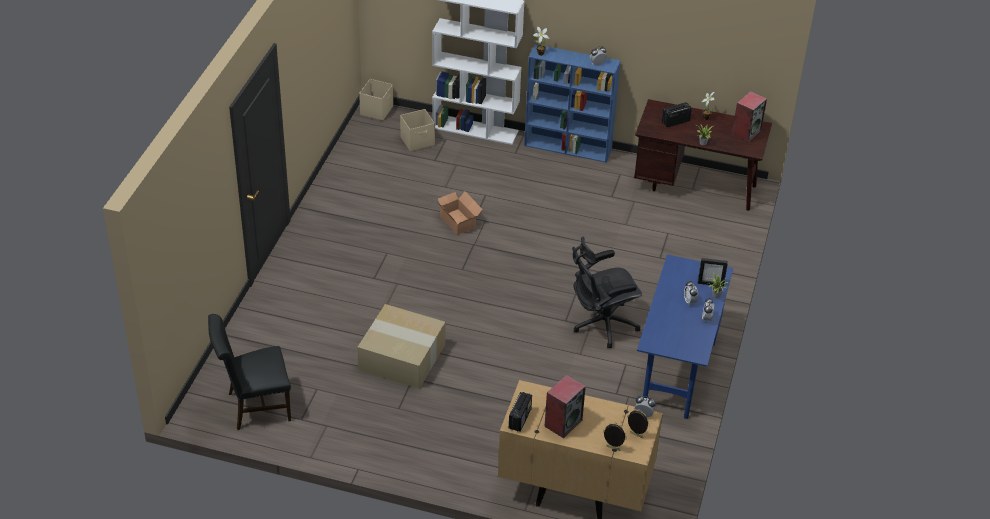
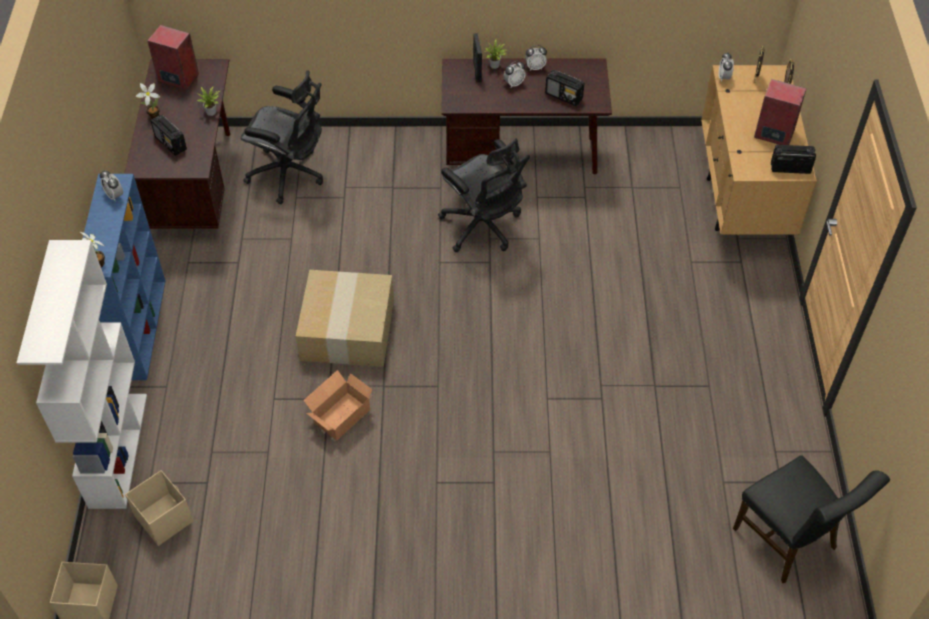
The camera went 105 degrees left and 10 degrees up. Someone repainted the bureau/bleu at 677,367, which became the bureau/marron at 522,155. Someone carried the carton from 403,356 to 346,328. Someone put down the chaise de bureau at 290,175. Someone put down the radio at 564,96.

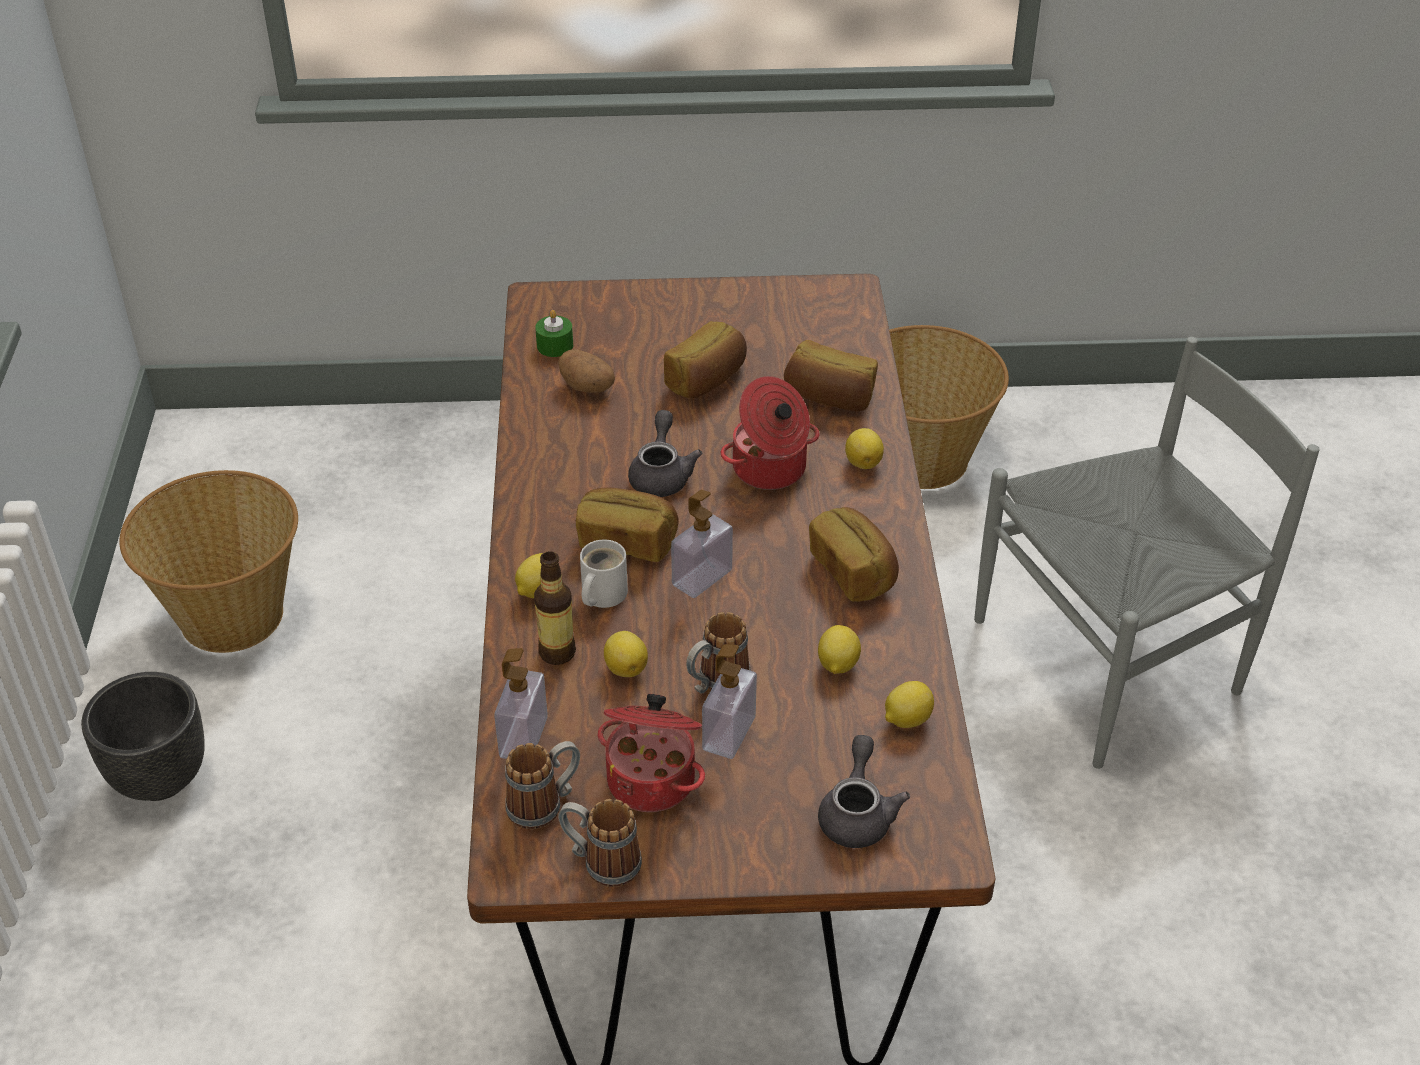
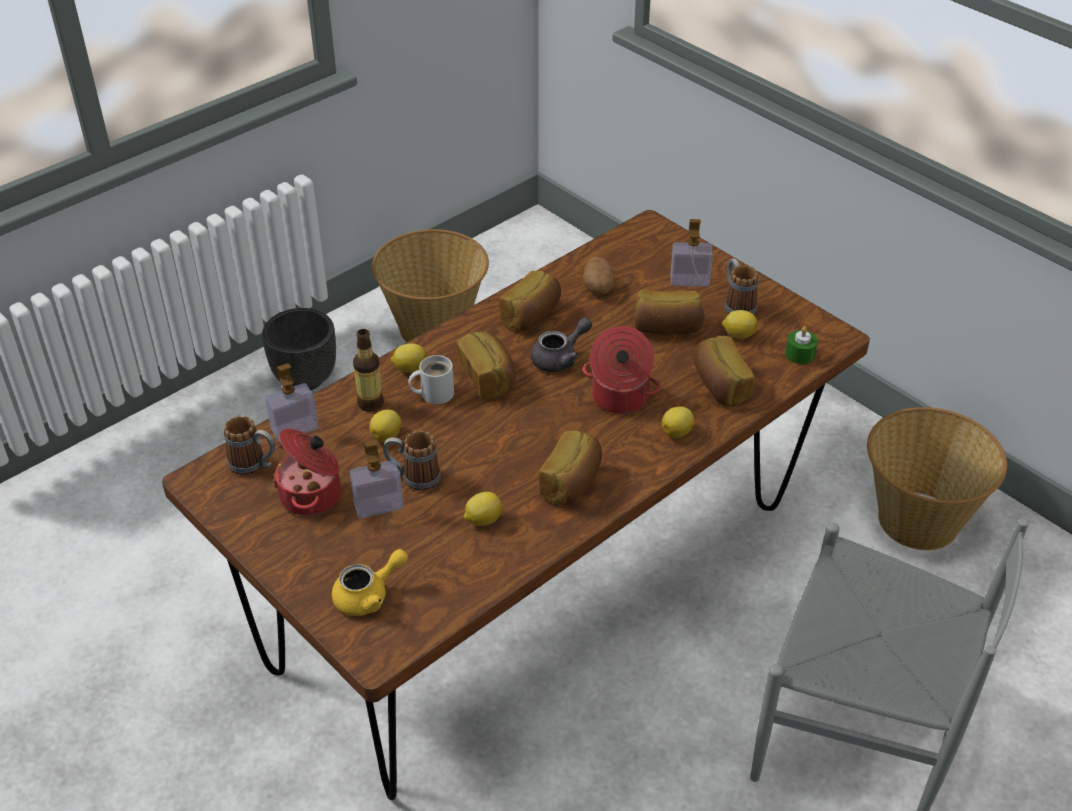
The camera went 50 degrees right and 0 degrees up. Someone carried the bougie/vert from 555,346 to 800,354. Someone carried the distributeur de savon from 702,577 to 689,280. Someone carried the citron from 906,719 to 738,334. Someone repainted the théière/gris at 857,813, which became the théière/jaune at 369,596. Someone carried the mug from 601,862 to 736,305. Someone put down the pain at 532,315.

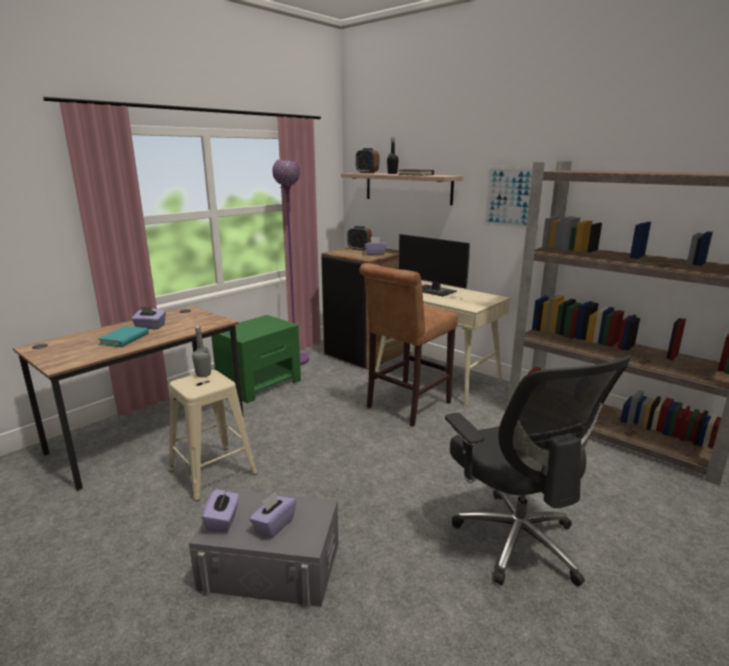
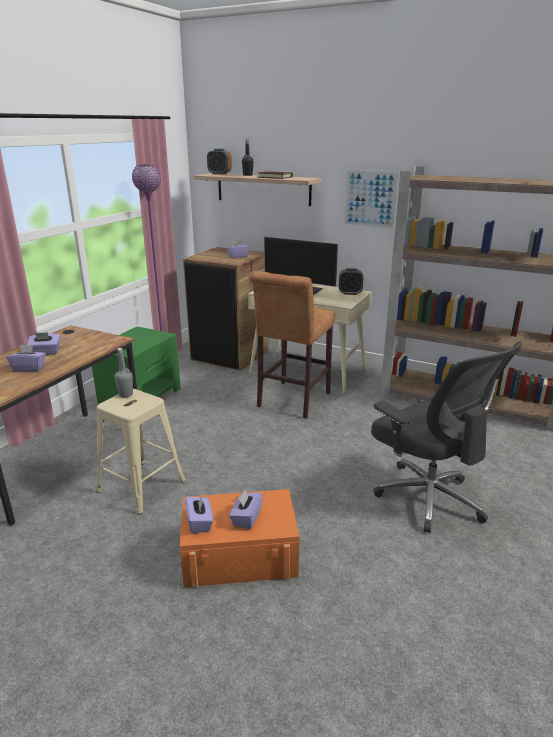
The camera went 15 degrees left and 5 degrees up. Someone carried the réveil from 359,249 to 350,293. Someone swapped the livre/turquoise at 124,339 for the boîte à mouchoirs/violet at 29,368. Someone repainted the boîte de rangement/gris at 271,566, which became the boîte de rangement/orange at 240,555.

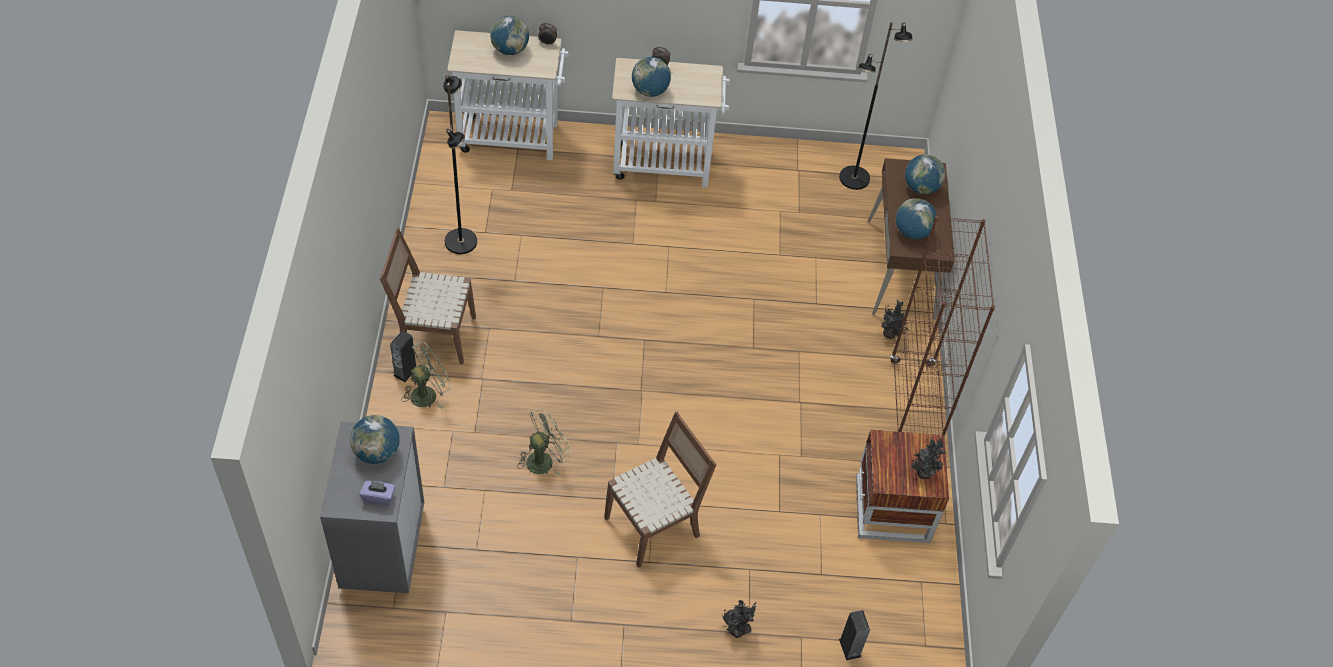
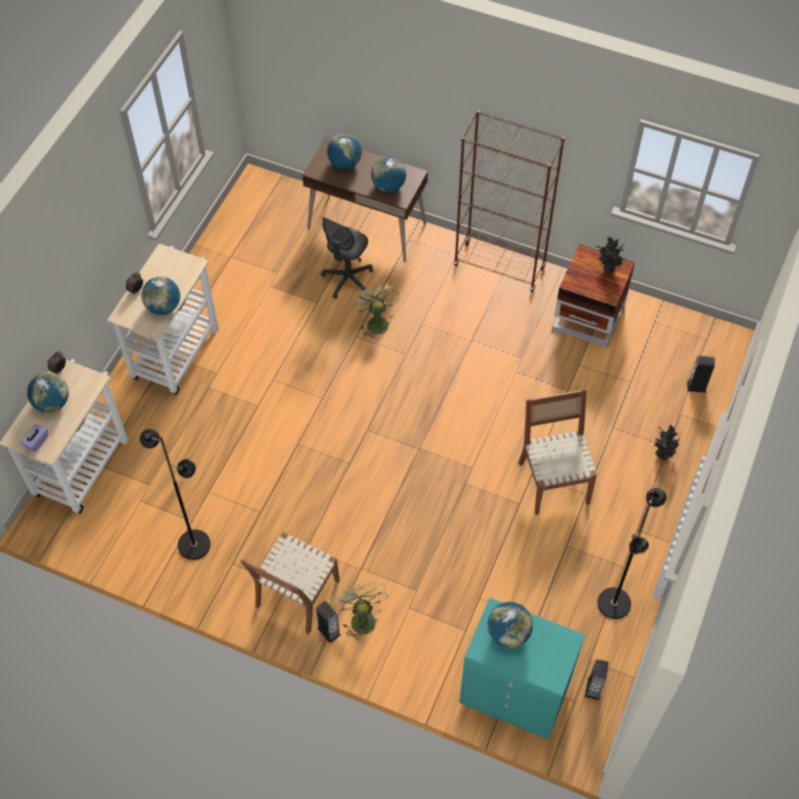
The camera went 65 degrees left and 5 degrees up. Someone carried the lampadaire/noir from 854,179 to 614,603. Someone took away the plante en pot at 890,334. Someone carried the ventilateur/vert from 544,459 to 375,322. Someone repainted the meuble de rangement/gris at 383,548, which became the meuble de rangement/turquoise at 512,696. Someone carried the boîte à mouchoirs/violet from 379,497 to 36,442. Someone put down the chaise de bureau/gris at 348,280. Someone put down the enceinte at 593,688.

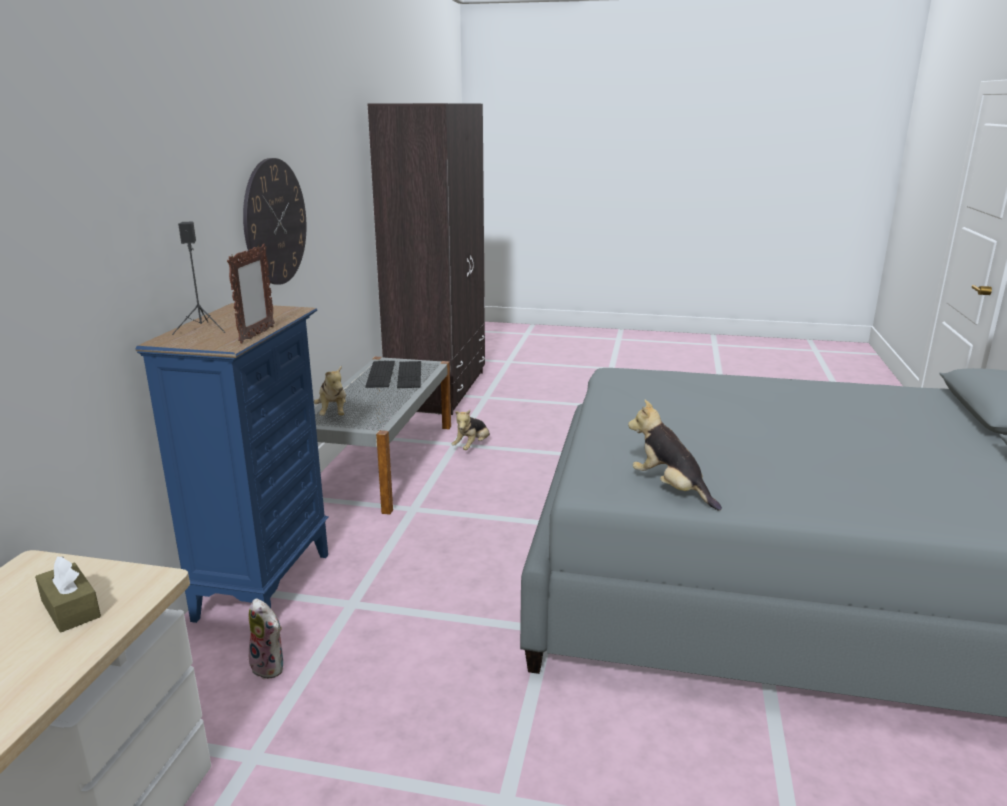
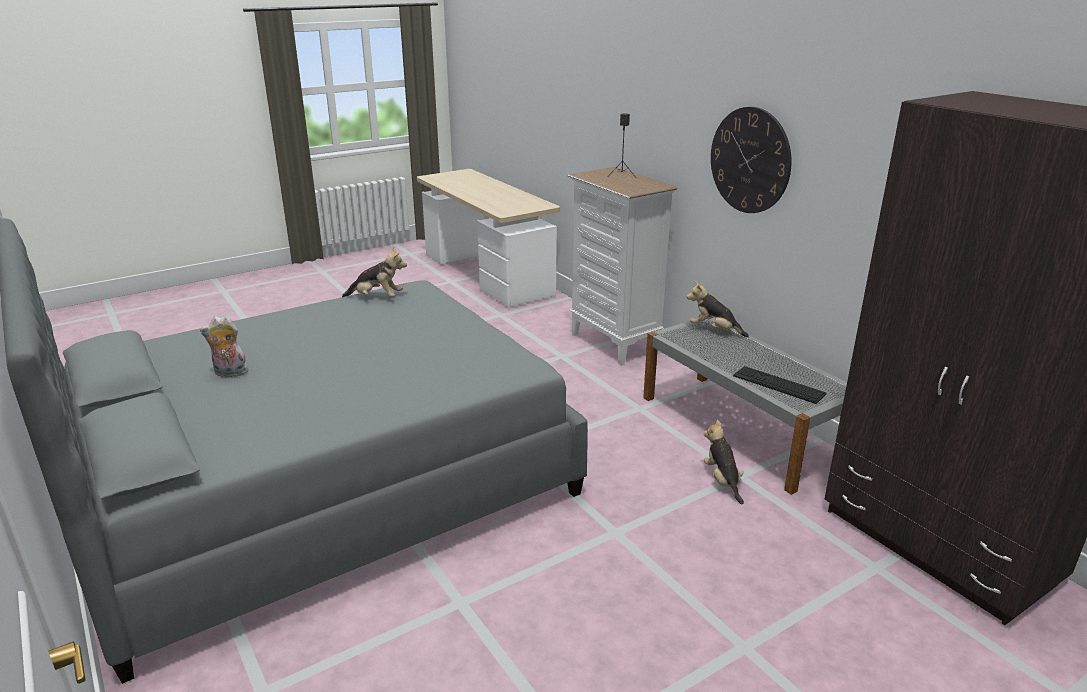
The camera went 135 degrees right and 5 degrees up. Someone took away the cadre photo at 256,335. Someone repainted the commode/bleu at 268,584, which became the commode/blanc at 614,344. Someone took away the clavier at 380,374. Someone took away the boîte à mouchoirs/marron at 70,609. Someone carried the peluche from 271,666 to 229,373.

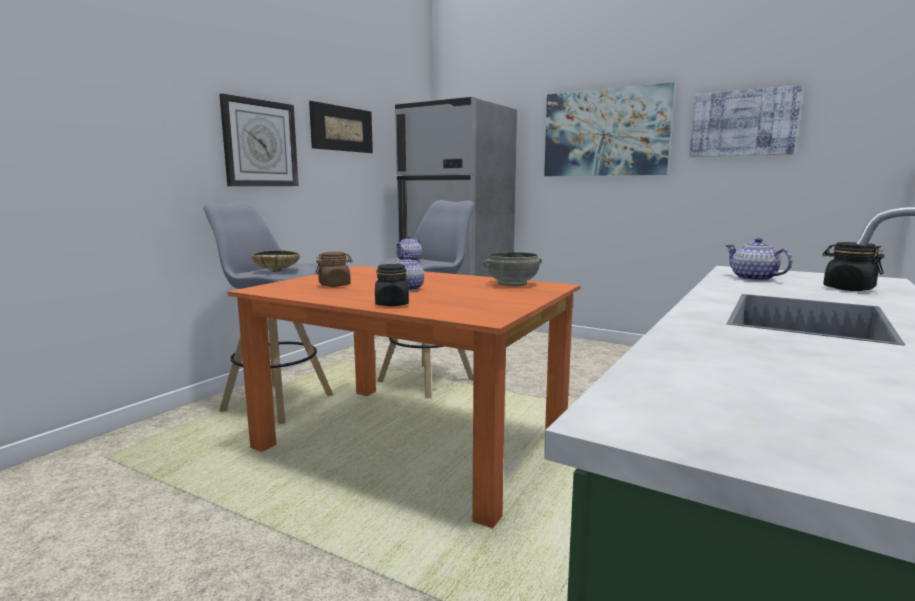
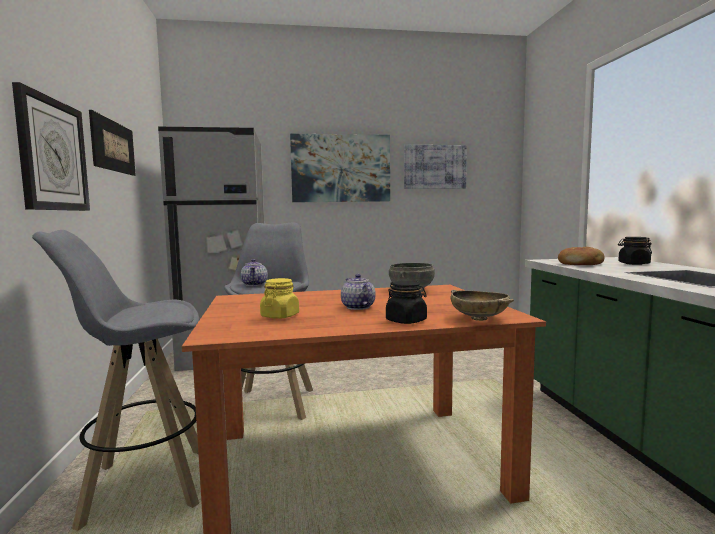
The camera went 40 degrees left and 5 degrees down. Someone swapped the théière at 754,279 for the pain at 581,264. Someone carried the bol/beige from 277,271 to 479,318. Someone repainted the bocal/marron at 335,285, which became the bocal/jaune at 280,316.

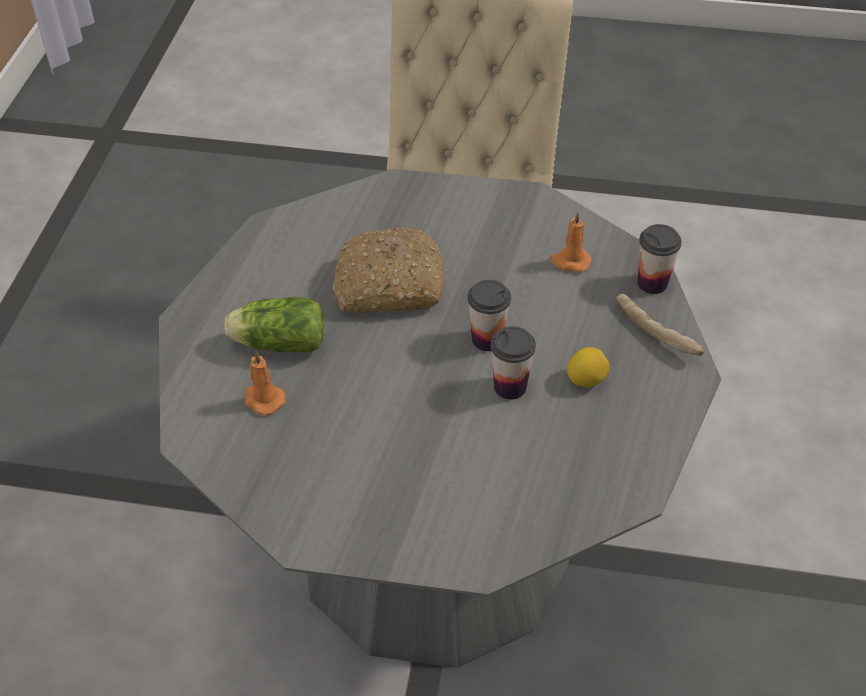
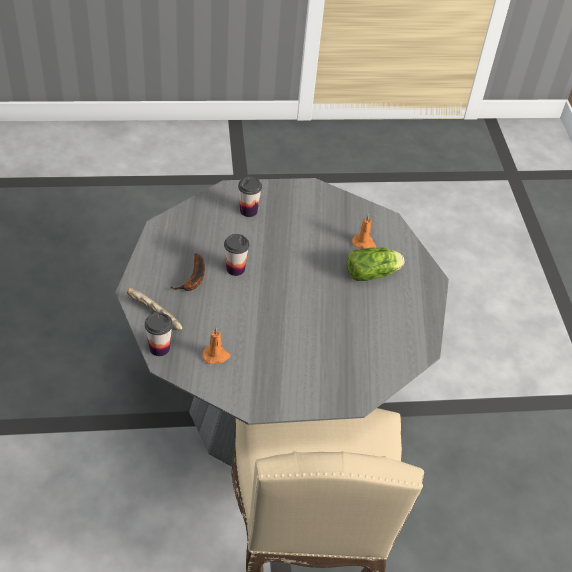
The camera went 160 degrees right and 0 degrees up. Someone took away the pain at 388,285. Someone carried the tasse from 487,339 to 248,211. Someone swapped the citron at 586,380 for the banane at 193,279.

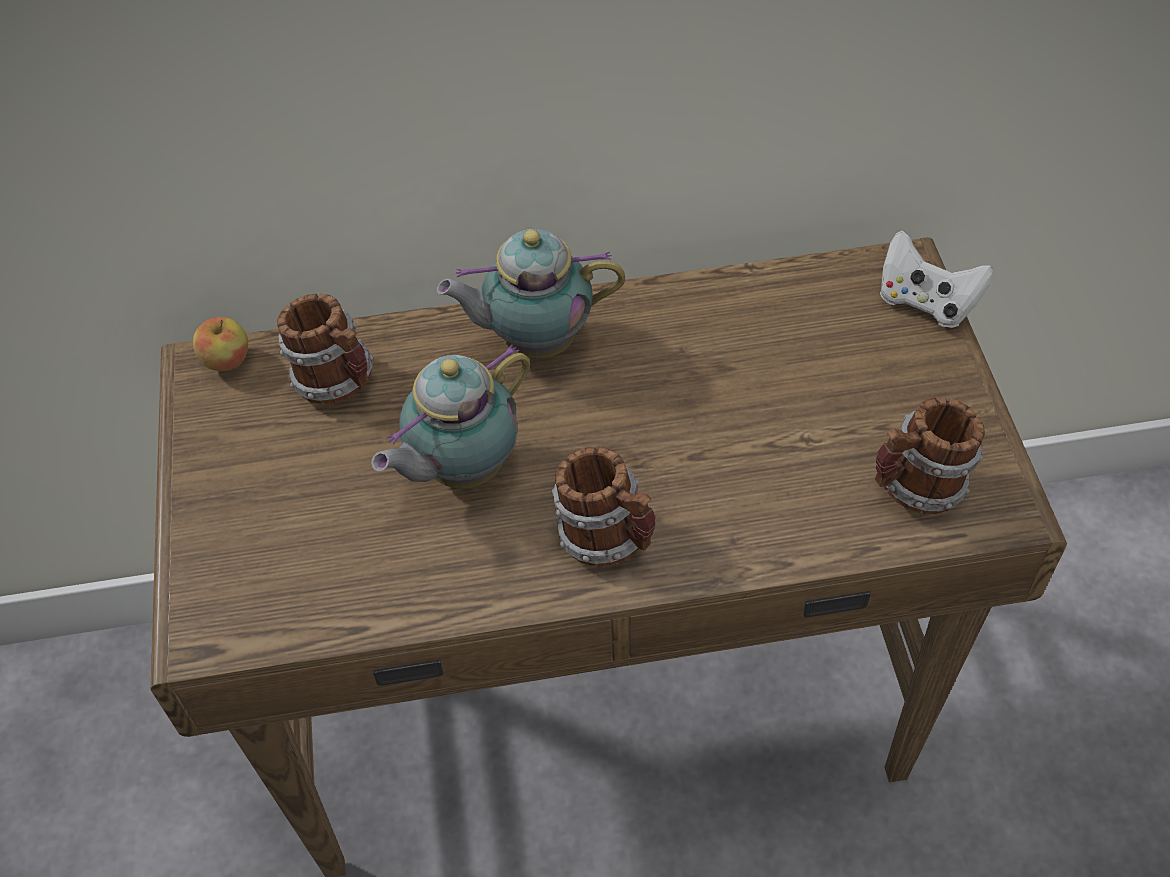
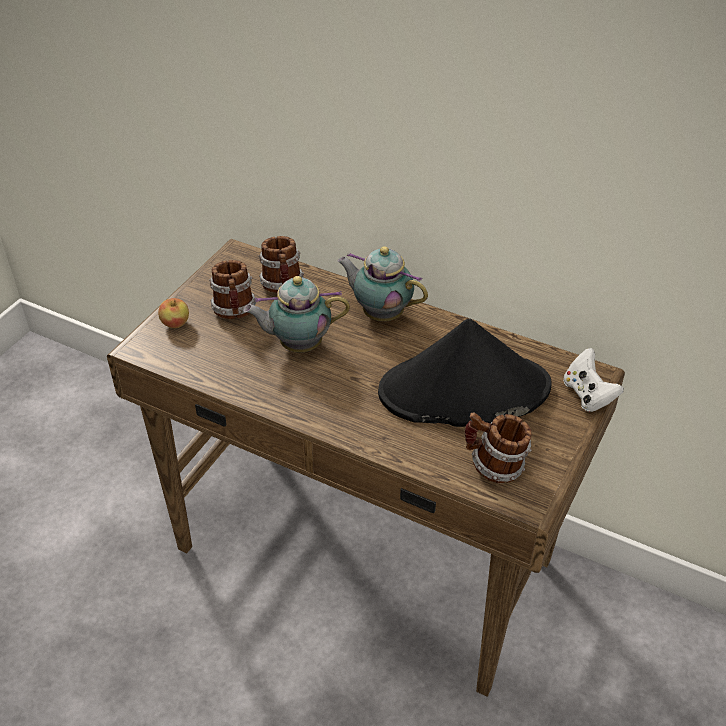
The camera went 35 degrees right and 10 degrees down. Someone carried the pomme from 227,360 to 175,323. Someone carried the mug from 608,538 to 235,312. Someone put down the chapeau/noir at 463,391.

